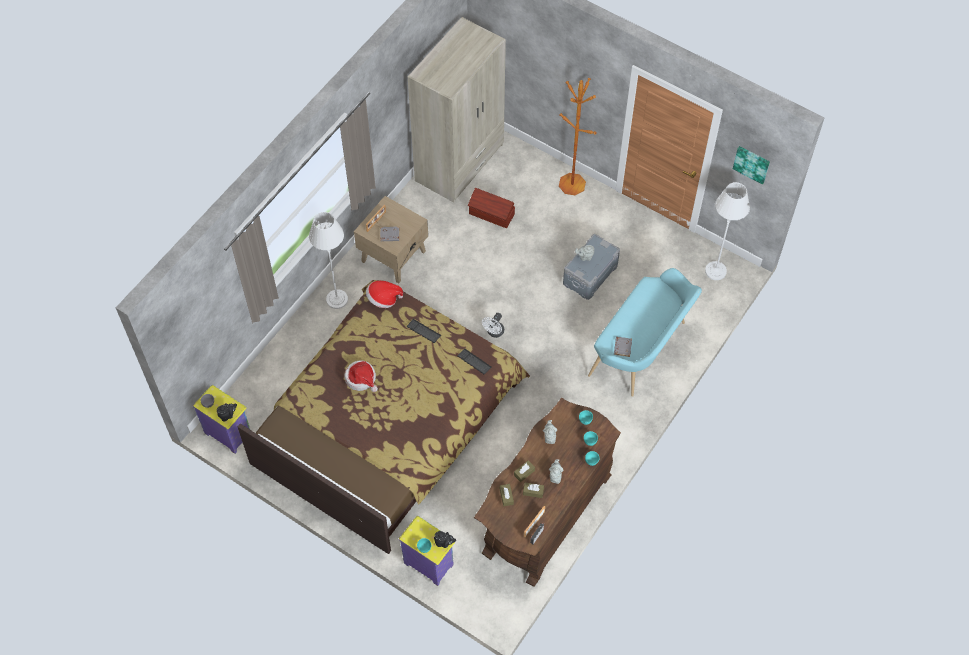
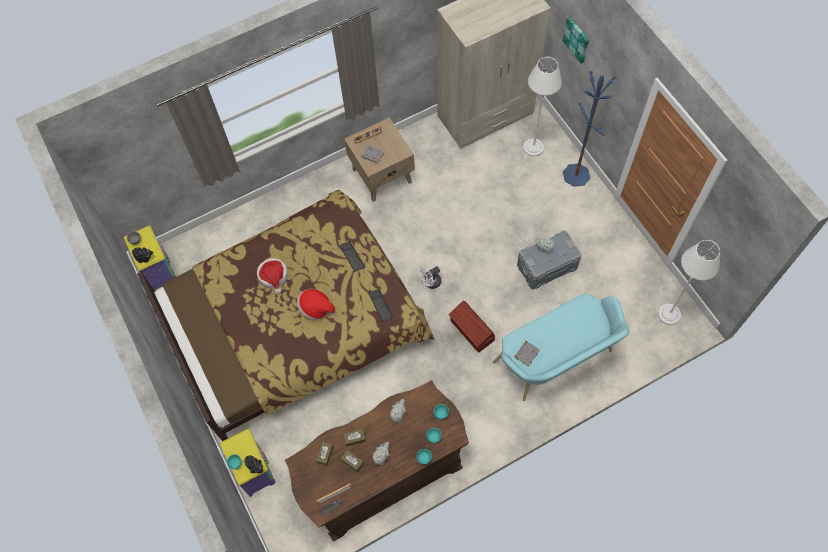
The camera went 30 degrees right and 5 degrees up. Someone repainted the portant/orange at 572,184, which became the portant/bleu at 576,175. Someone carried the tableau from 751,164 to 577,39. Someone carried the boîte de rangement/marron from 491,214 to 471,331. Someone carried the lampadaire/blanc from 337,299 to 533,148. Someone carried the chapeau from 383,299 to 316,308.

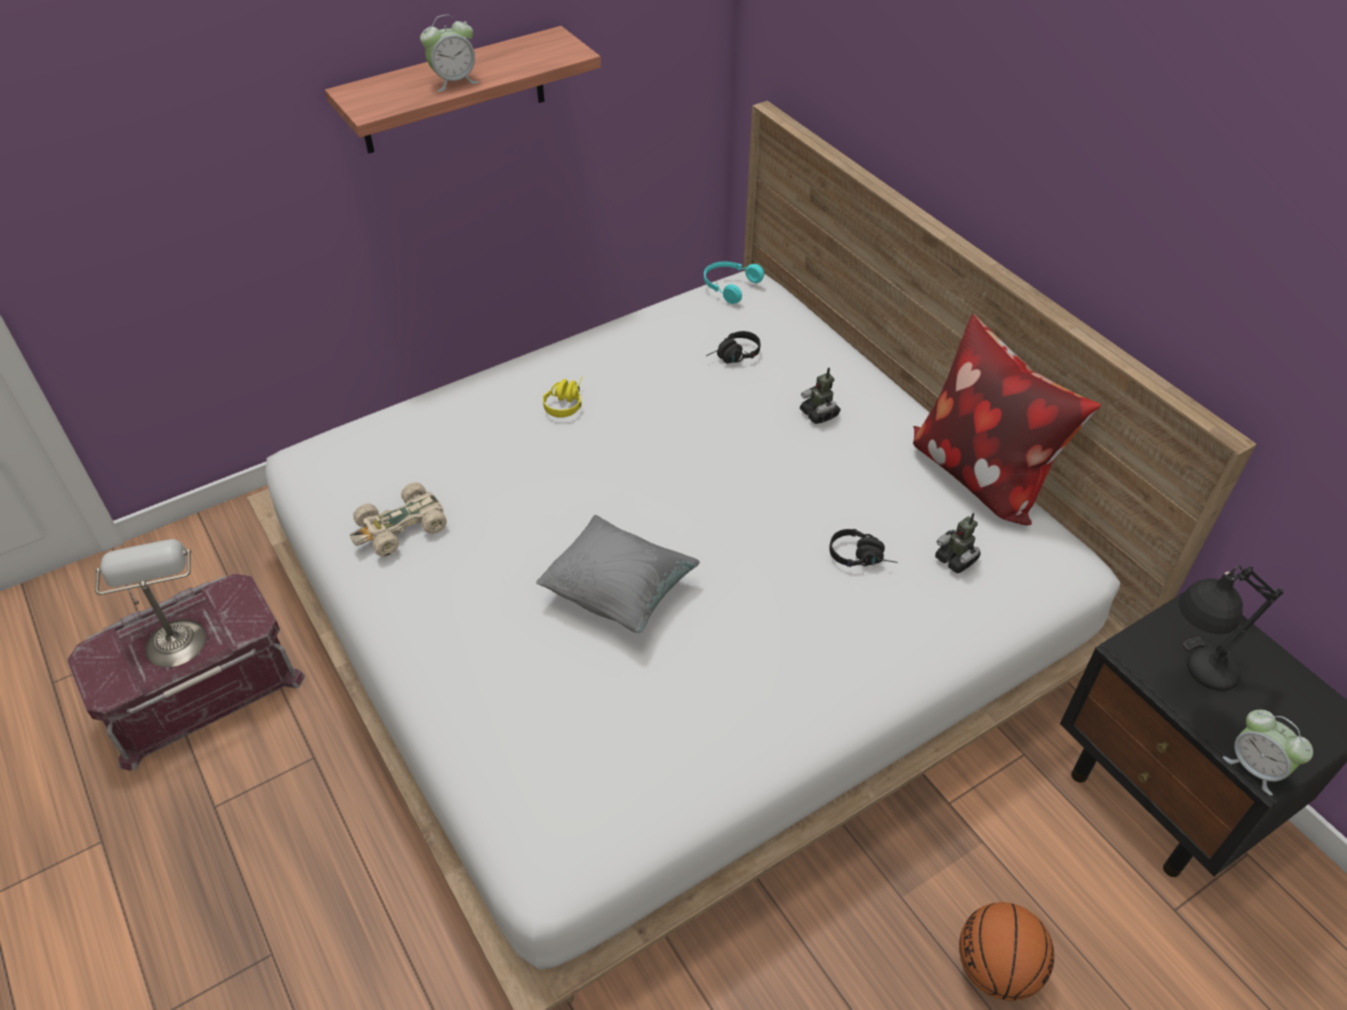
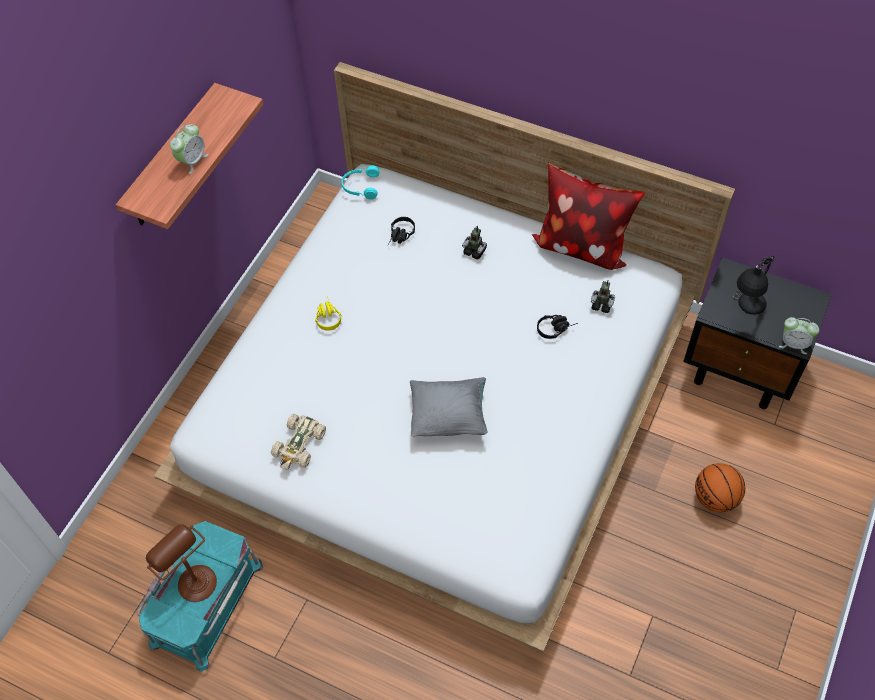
The camera went 30 degrees left and 10 degrees up. Someone repainted the lampe de table/blanc at 174,633, which became the lampe de table/marron at 190,578. Someone repainted the boîte de rangement/rouge at 201,689, which became the boîte de rangement/turquoise at 205,603.

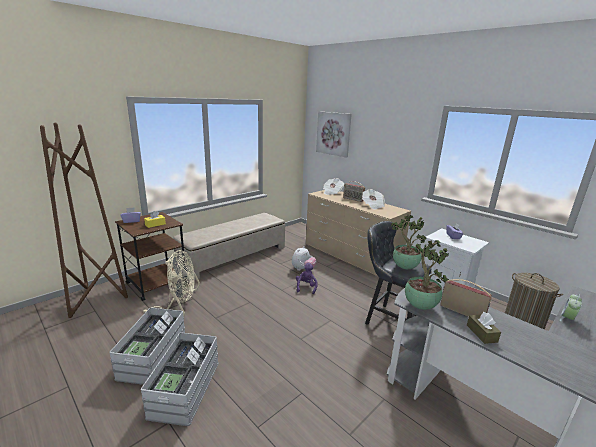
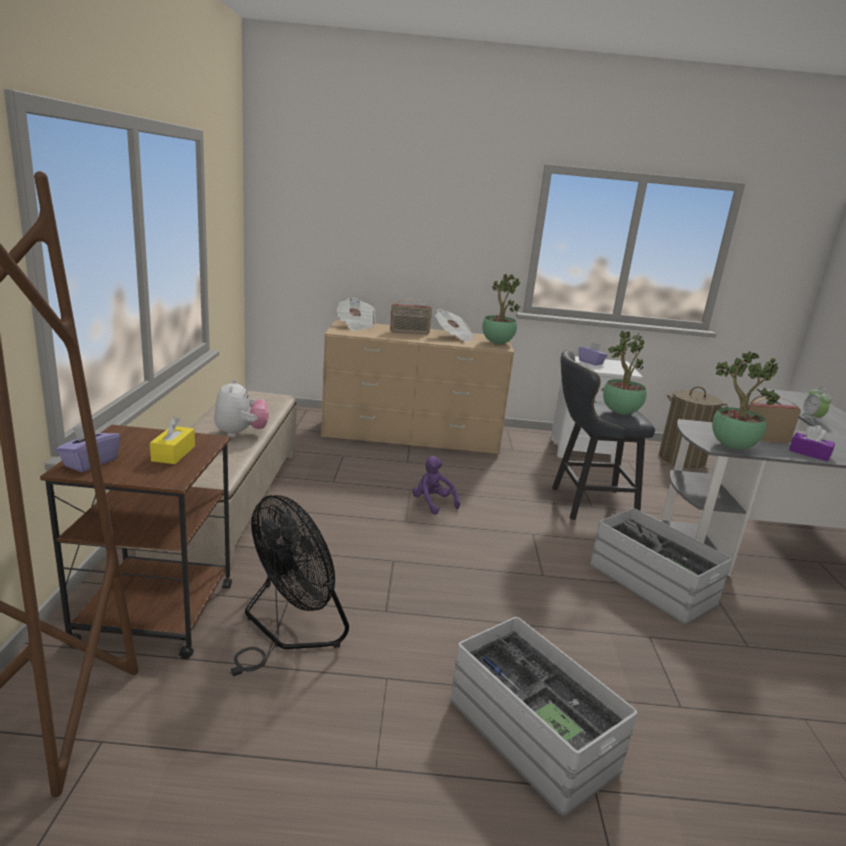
The camera went 45 degrees left and 0 degrees up. Someone took away the tableau at 333,133. Someone carried the peluche from 303,269 to 240,433. Someone repainted the ventilateur/beige at 178,305, which became the ventilateur/noir at 281,626. Someone carried the boîte de rangement/gris from 152,355 to 651,583. Someone repainted the boîte à mouchoirs/marron at 481,333, which became the boîte à mouchoirs/violet at 809,453. Someone put down the plante en pot at 496,343.

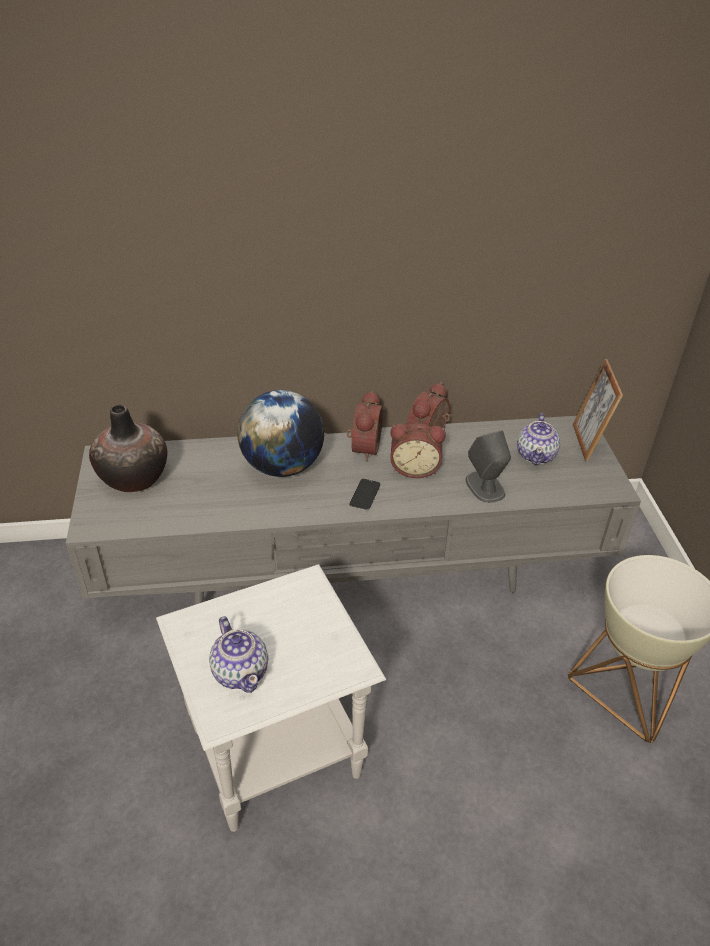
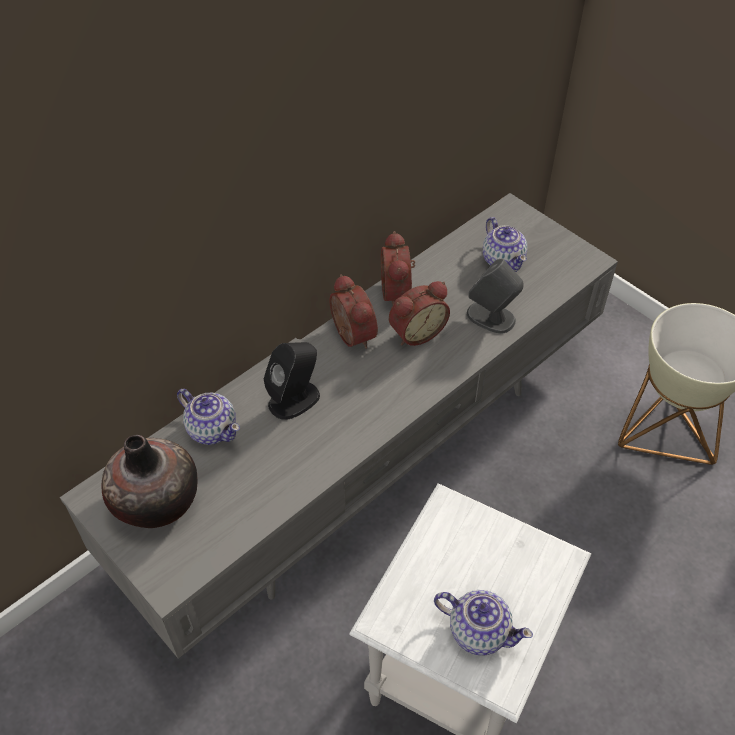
The camera went 35 degrees left and 10 degrees up. Someone took away the cadre photo at 587,442. Someone swapped the globe at 283,466 for the enceinte/noir at 294,399. Someone took away the téléphone at 365,495. Someone put down the théière at 212,429.

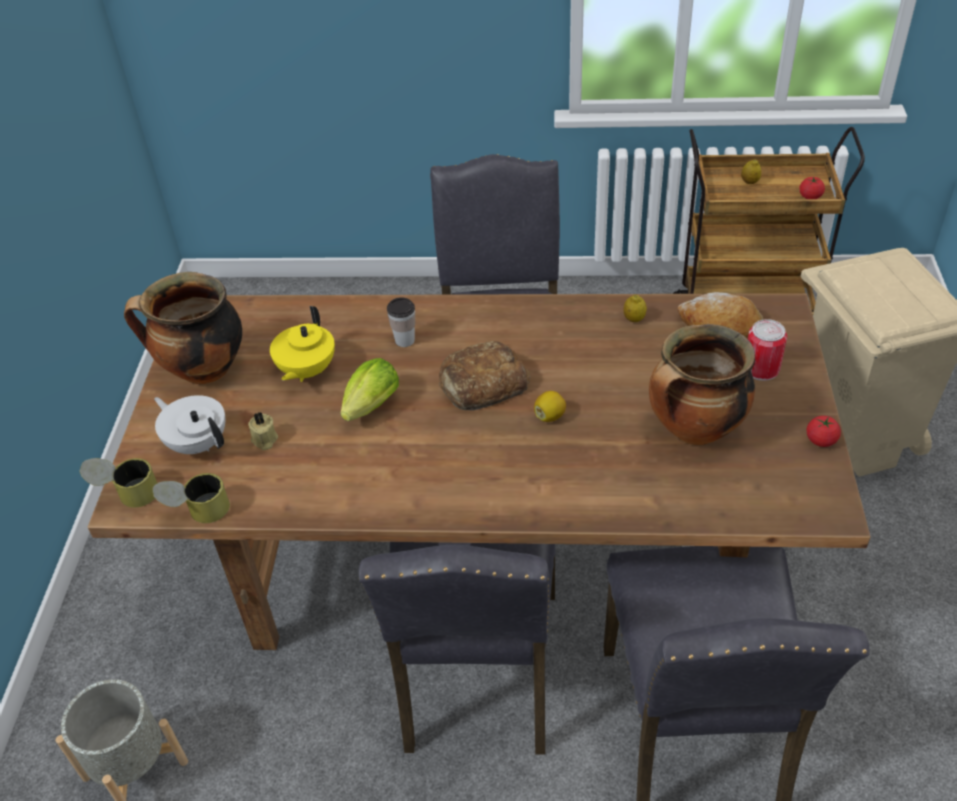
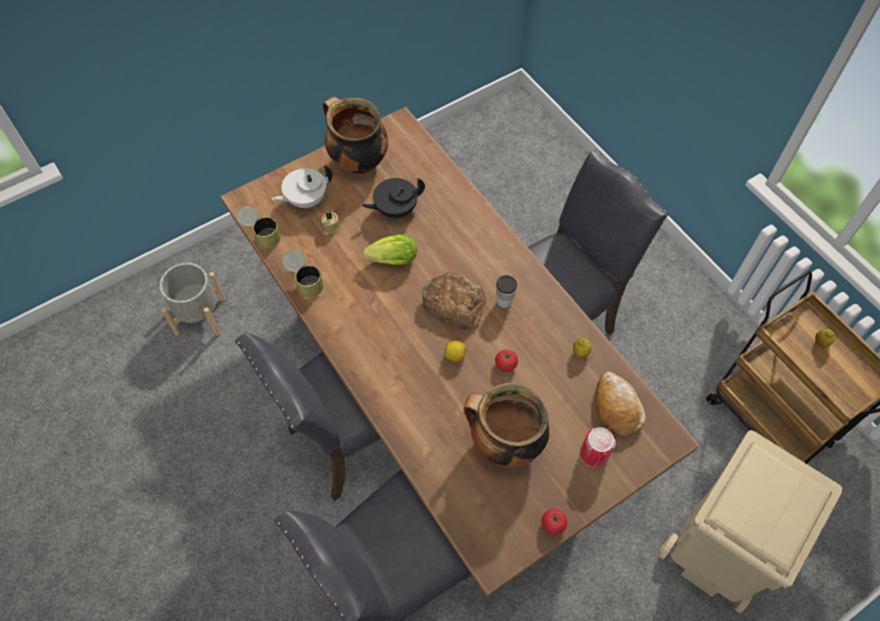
The camera went 50 degrees right and 15 degrees up. Someone carried the tomate from 810,197 to 505,364. Someone carried the tasse from 405,340 to 504,301. Someone repainted the théière/jaune at 306,371, which became the théière/noir at 395,209. Someone rotated the théière/blanc at 198,443 by 120 degrees counterclockwise. Someone carried the boîte métallique from 127,494 to 305,281.

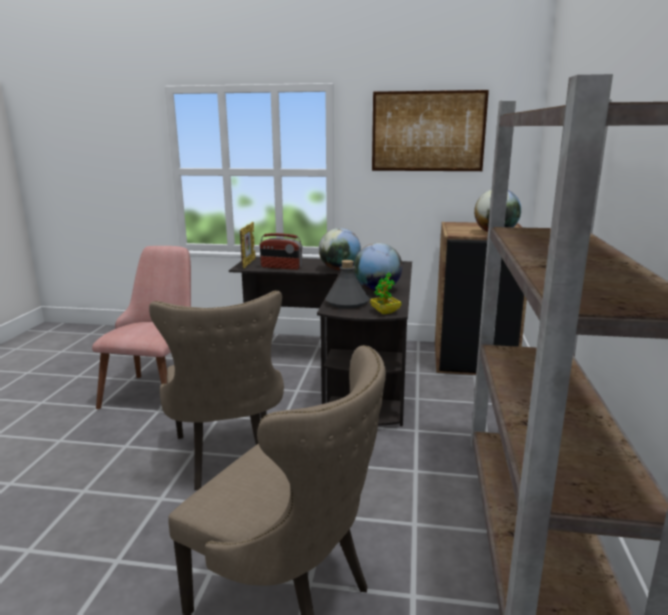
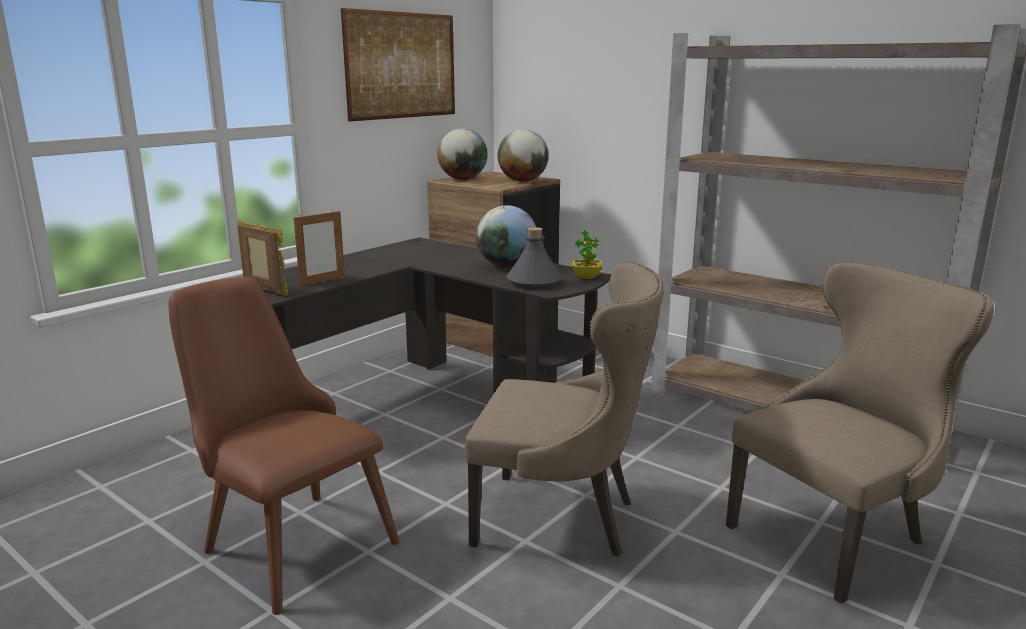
The camera went 60 degrees left and 0 degrees up. Someone carried the globe from 339,269 to 463,179. Someone swapped the radio at 281,267 for the cadre photo at 322,281. Someone repainted the chaise/rose at 158,388, which became the chaise/marron at 286,538.

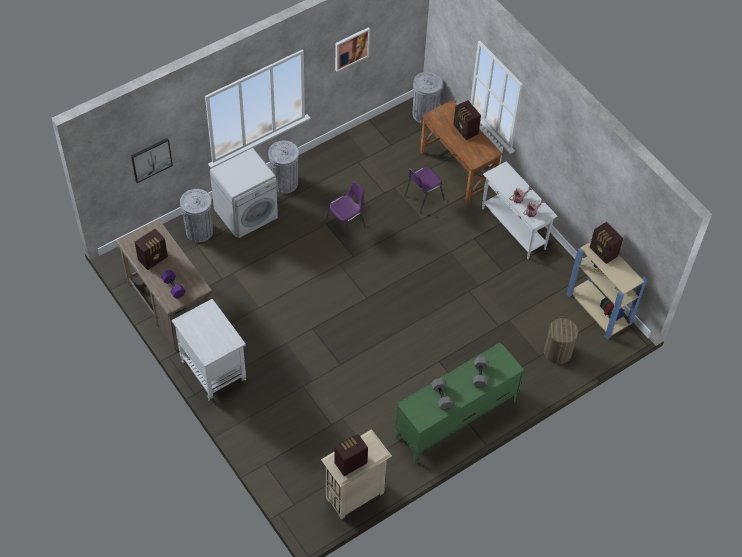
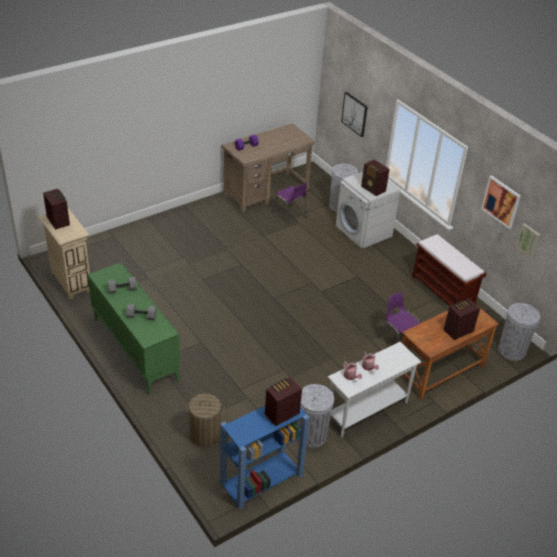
The camera went 90 degrees right and 15 degrees down. Someone carried the poubelle/gris from 284,183 to 311,435. Someone carried the chaise/violet from 346,225 to 290,216. Someone carried the radio from 153,258 to 373,189. Someone repainted the bibliothèque/beige at 599,309, which became the bibliothèque/bleu at 260,479. Someone took away the chariot/blanc at 213,370. Someone put up the tableau at 528,240. Someone put down the banc/marron at 443,291.

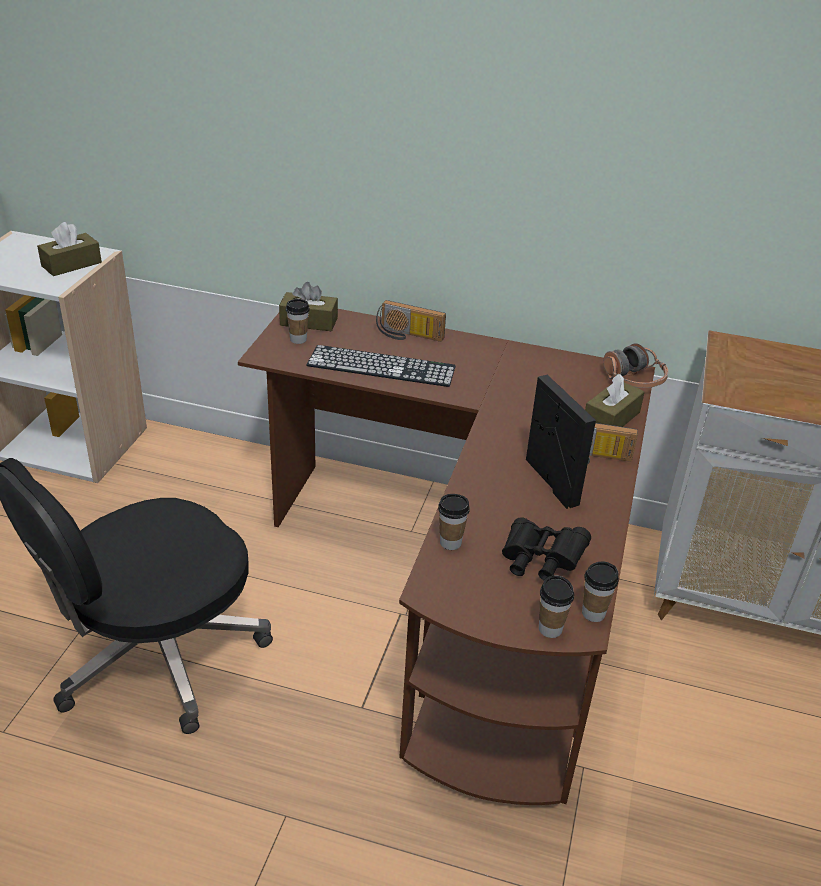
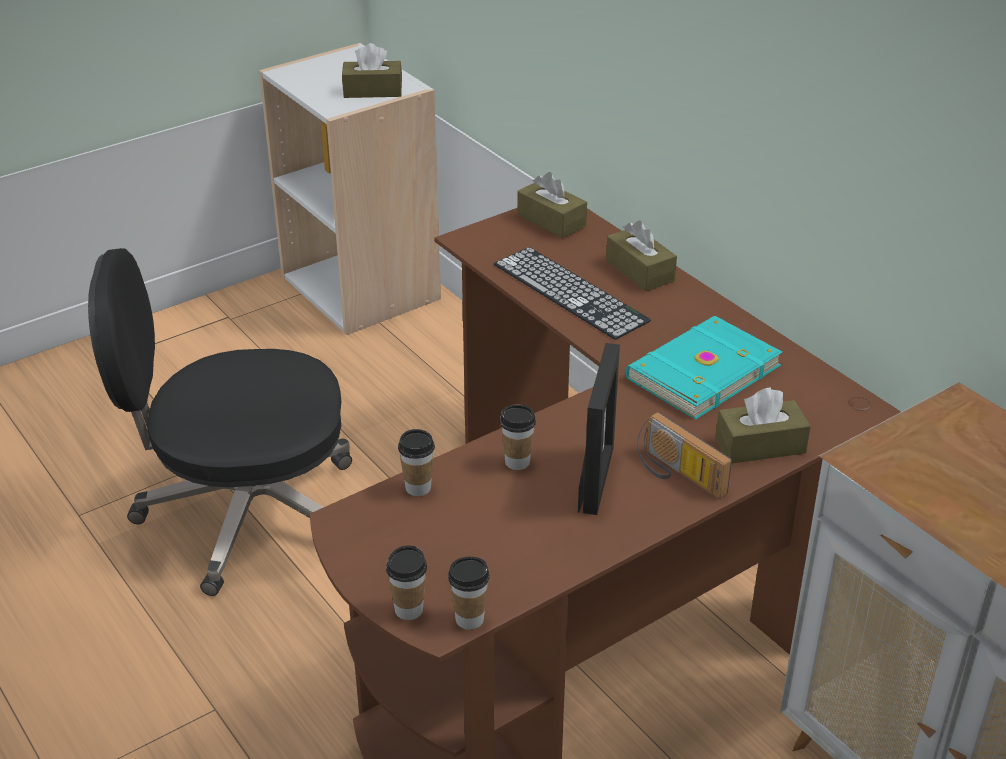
The camera went 40 degrees right and 0 degrees up. Someone carried the tasse from 298,339 to 517,462. Someone swapped the radio at 408,336 for the boîte à mouchoirs/marron at 640,271. Someone took away the casque audio at 633,380. Someone took away the jumelles/noir at 540,561. Someone put down the livre/turquoise at 700,371.

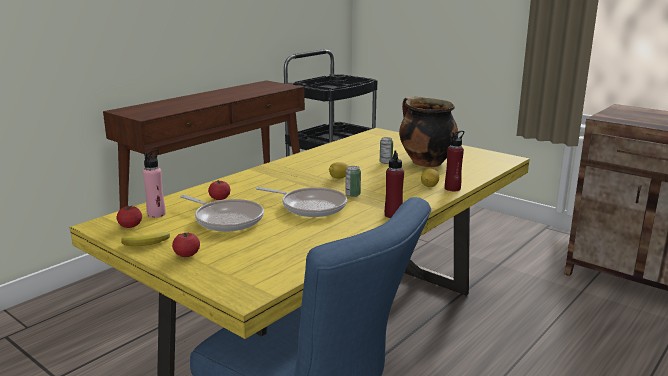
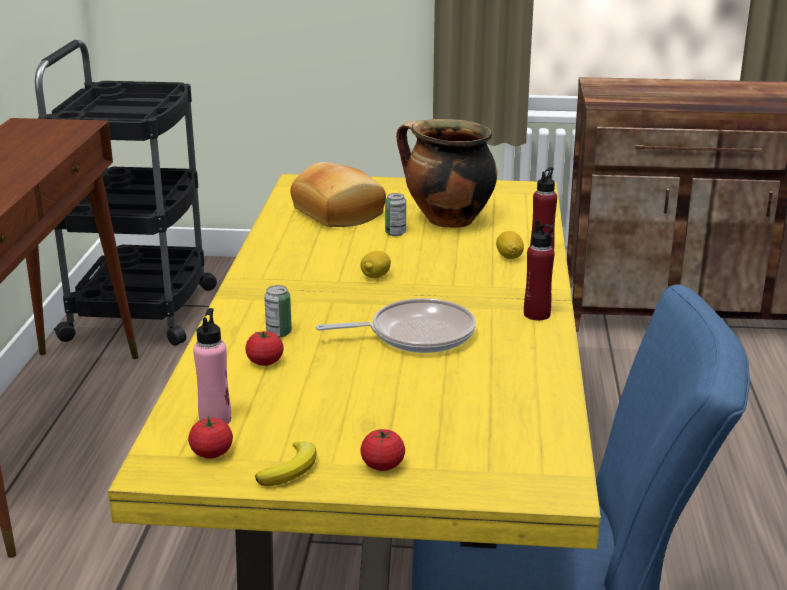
The camera went 35 degrees left and 5 degrees up. Someone carried the boîte métallique from 353,194 to 279,333. Someone took away the poêle at 226,219. Someone put down the pain at 340,212.

